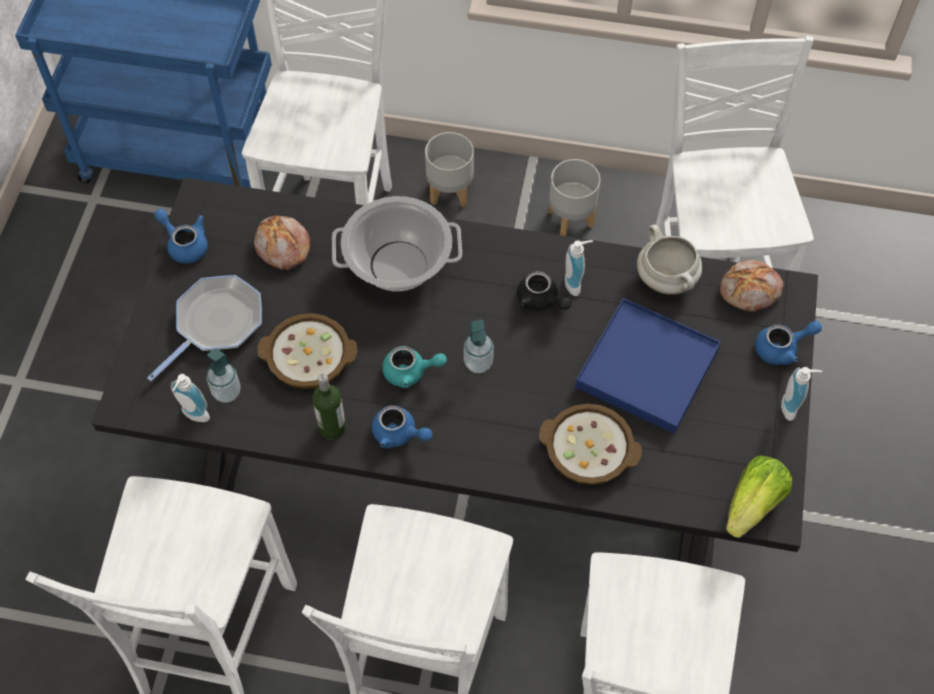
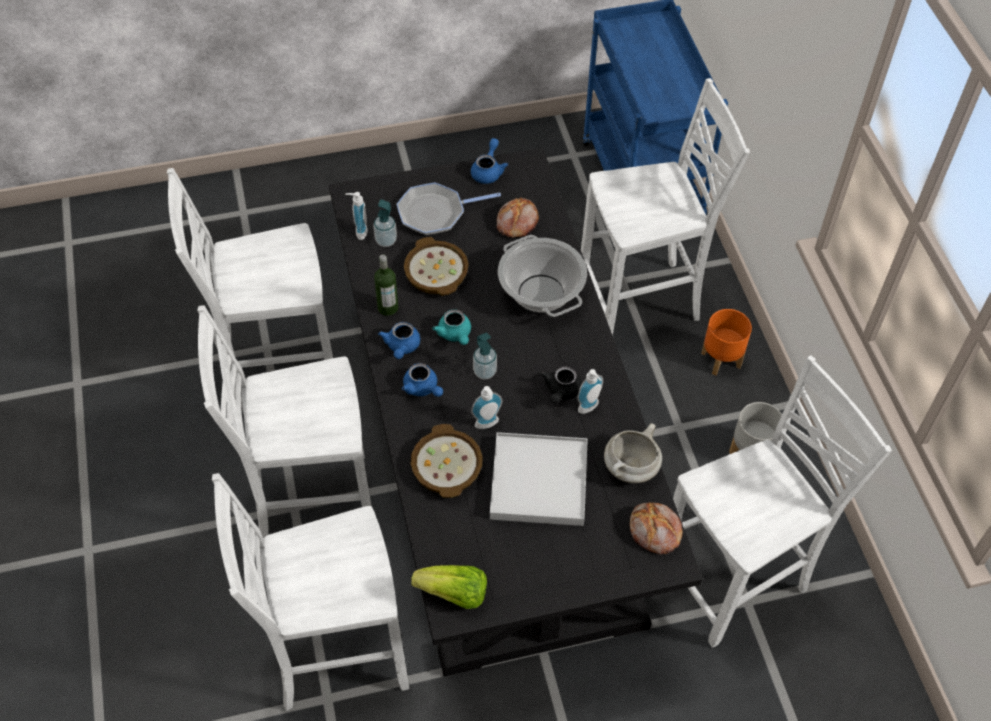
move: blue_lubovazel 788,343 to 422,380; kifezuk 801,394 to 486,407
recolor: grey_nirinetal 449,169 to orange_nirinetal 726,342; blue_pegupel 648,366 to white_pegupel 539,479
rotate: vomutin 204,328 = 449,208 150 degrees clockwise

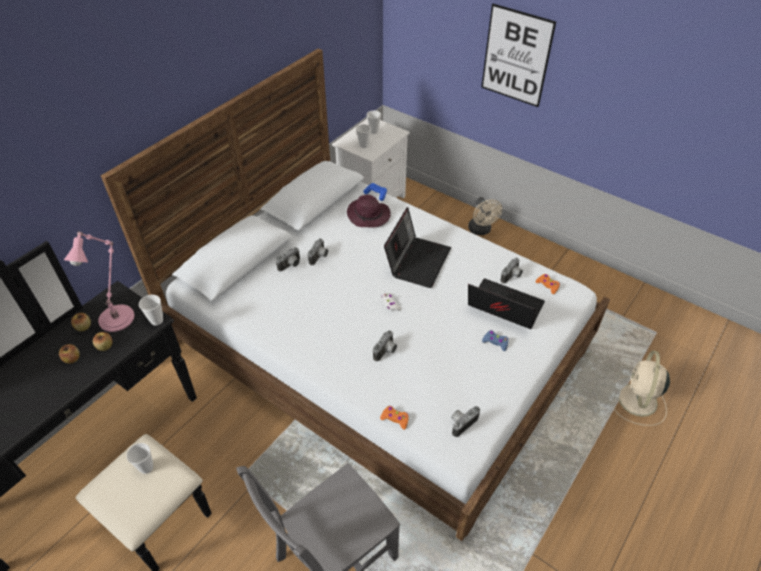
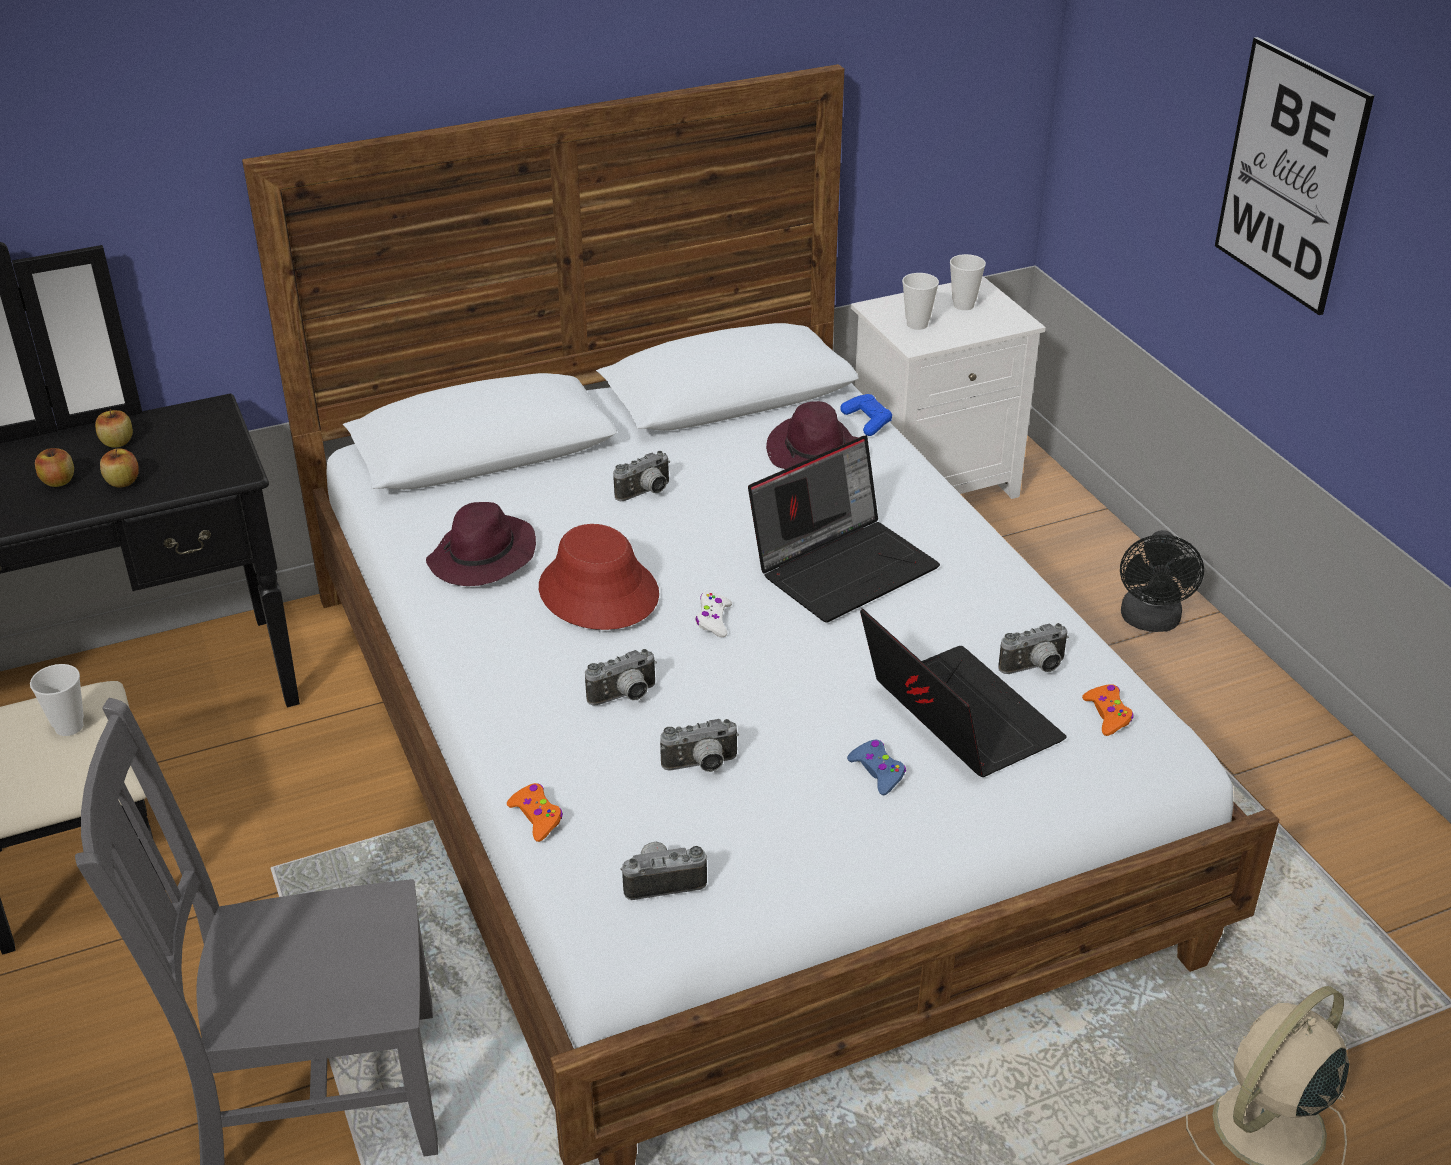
delete: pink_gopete 99,281; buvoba 151,310
insert: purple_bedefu 481,544; red_bedefu 599,577
move: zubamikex 288,259 to 699,745
recolor: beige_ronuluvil 485,216 to black_ronuluvil 1162,581

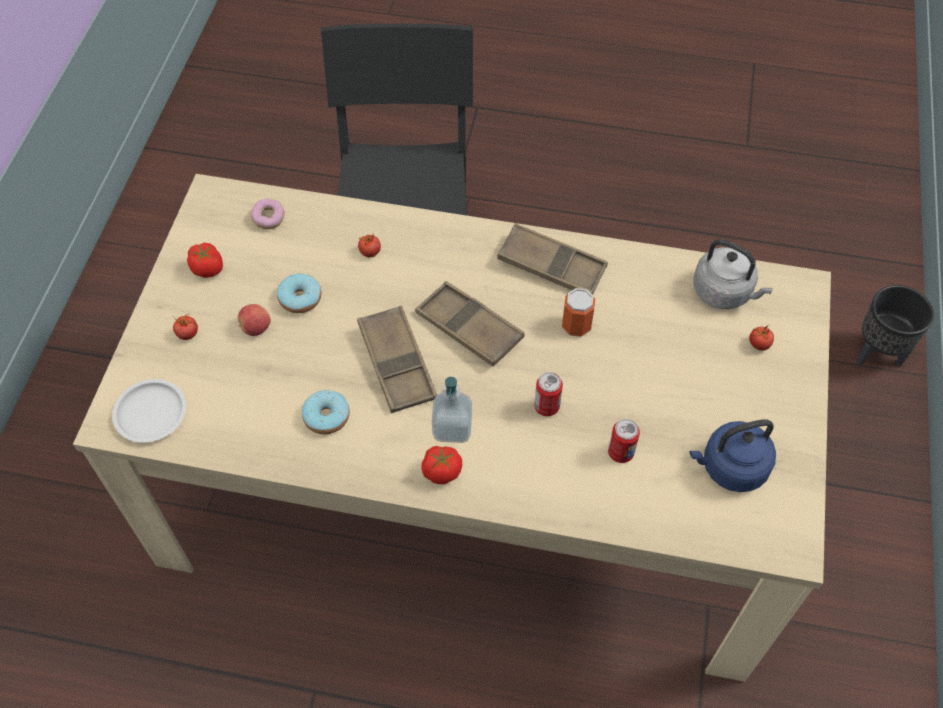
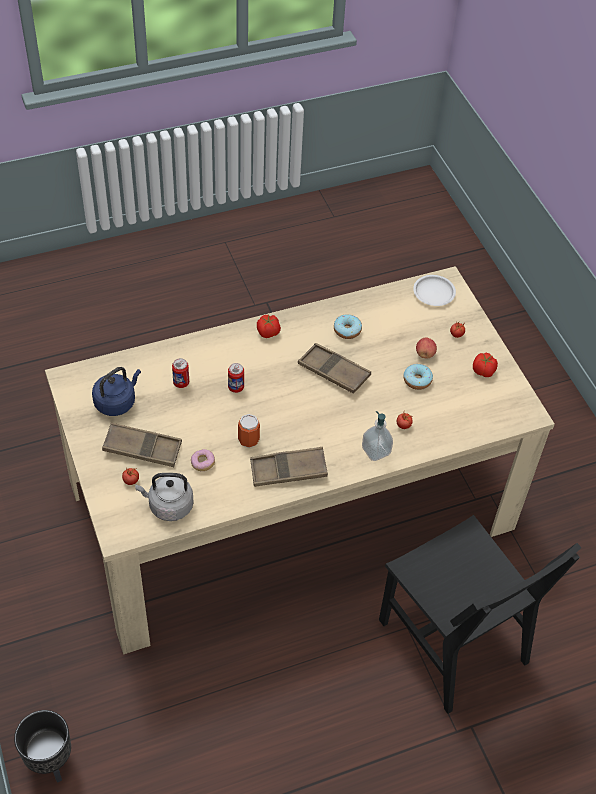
move: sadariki 268,213 to 203,460; brown_pegupel 469,324 to 142,445; kifezuk 452,410 to 377,436

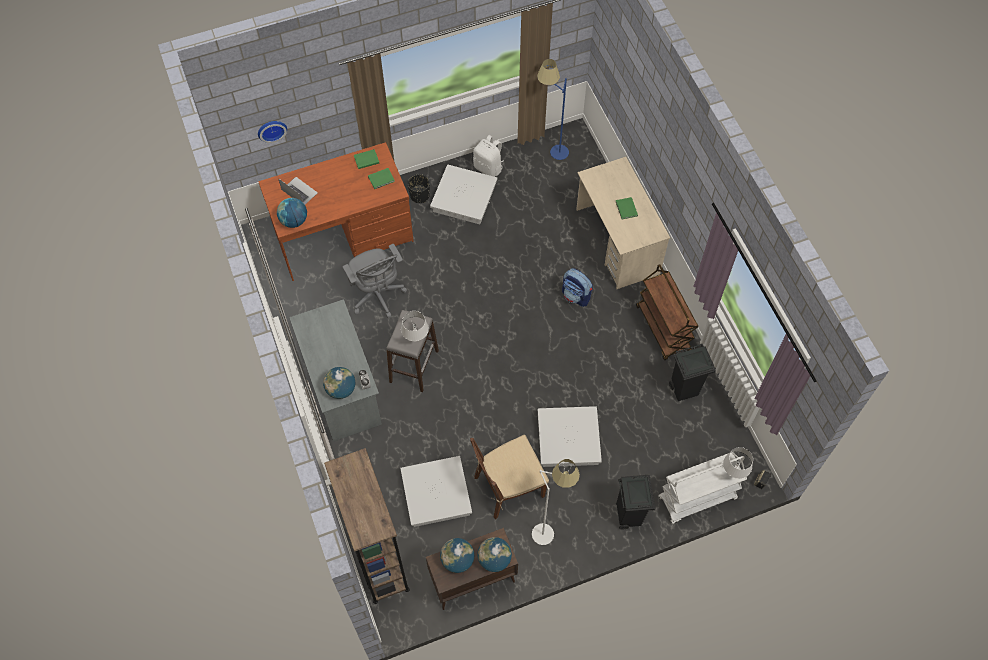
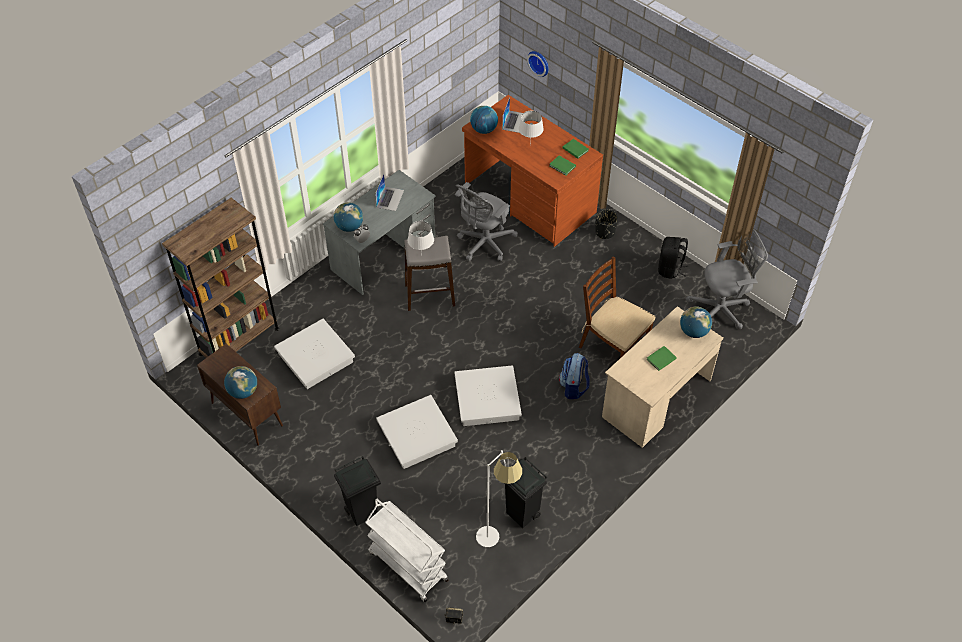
delete: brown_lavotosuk 667,312
insert: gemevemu 389,192
move: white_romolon 463,194 to 488,395; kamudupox 457,555 to 696,322; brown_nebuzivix 509,477 to 617,307; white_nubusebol 556,502 to 499,498; white_gopete 738,463 to 531,128
replace: blue_nubusebol 553,109 to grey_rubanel 727,279
recolor: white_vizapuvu 488,156 to black_vizapuvu 673,258

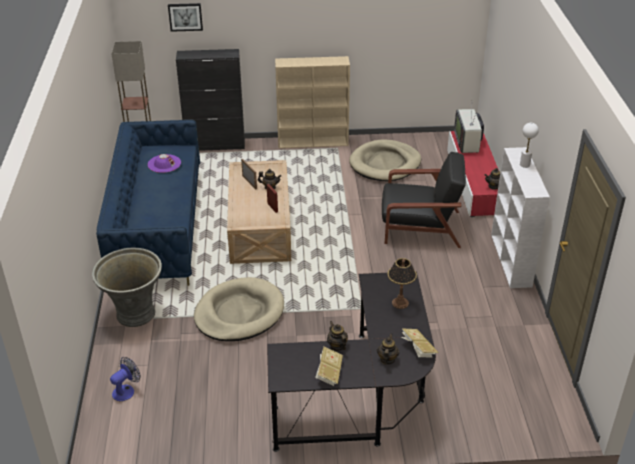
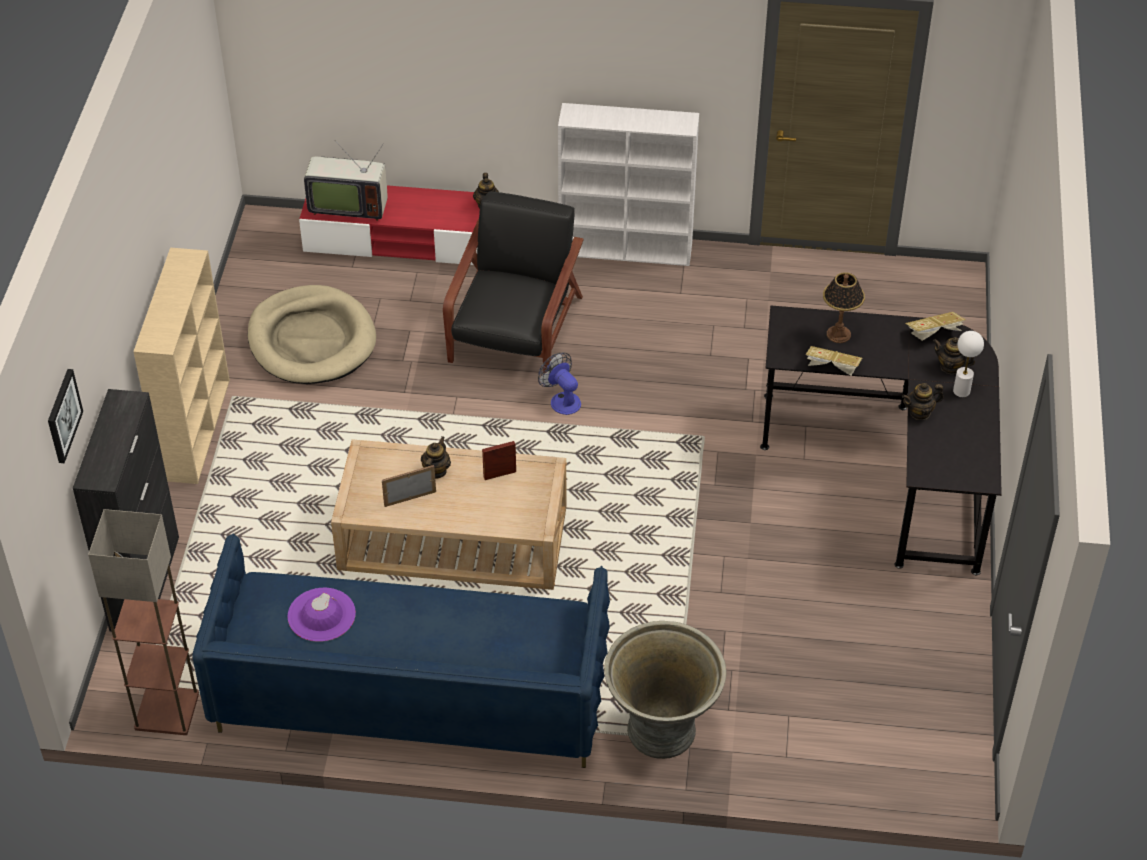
delete: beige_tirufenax 239,309
move: ronuluvil 125,379 to 559,384; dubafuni 329,366 to 833,361; white_gopete 529,145 to 968,364

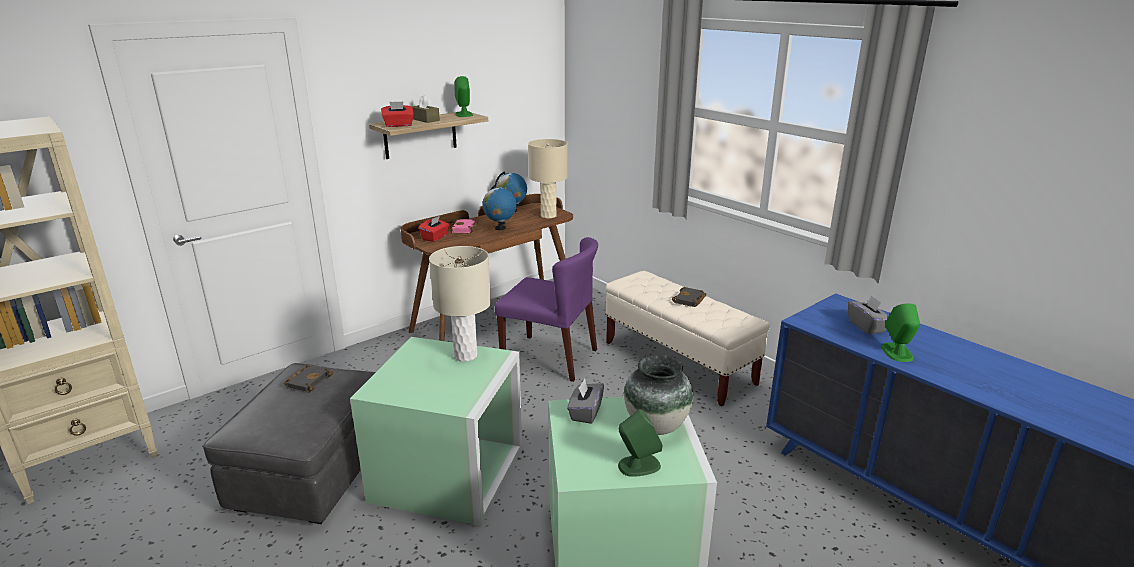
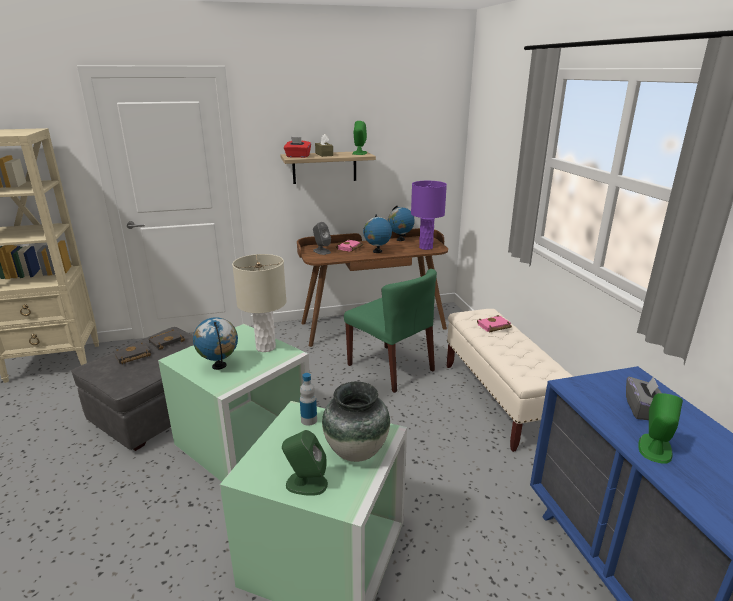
insert: kamudupox 215,343; pink_dubafuni 494,323
move: black_dubafuni 689,297 to 132,353
replace: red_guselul 434,229 to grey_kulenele 322,238; grey_guselul 585,401 to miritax 308,399
recolor: purple_nebuzivix 546,309 to green_nebuzivix 390,331; beige_gopete 548,178 to purple_gopete 429,215

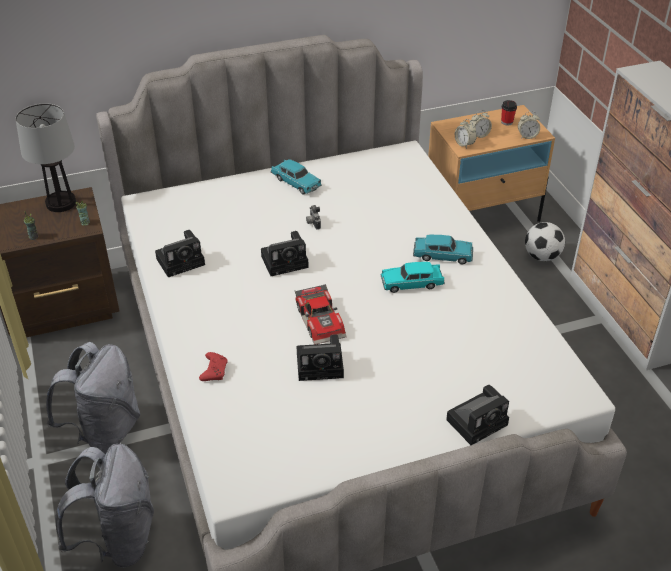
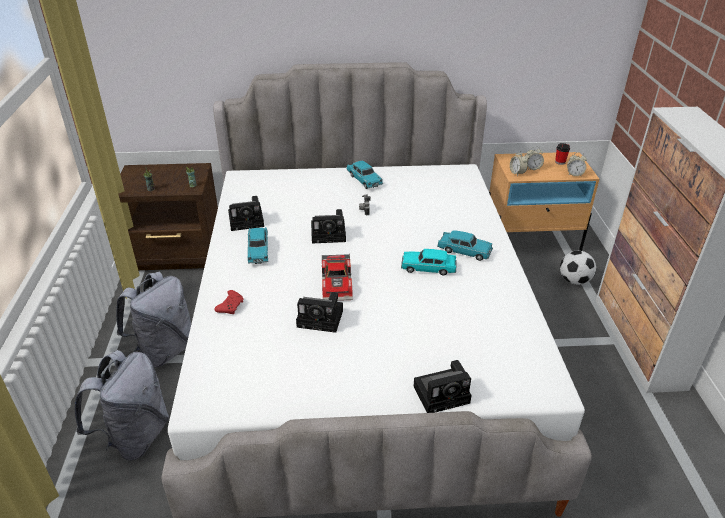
delete: gopete 46,157
insert: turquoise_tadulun 258,245

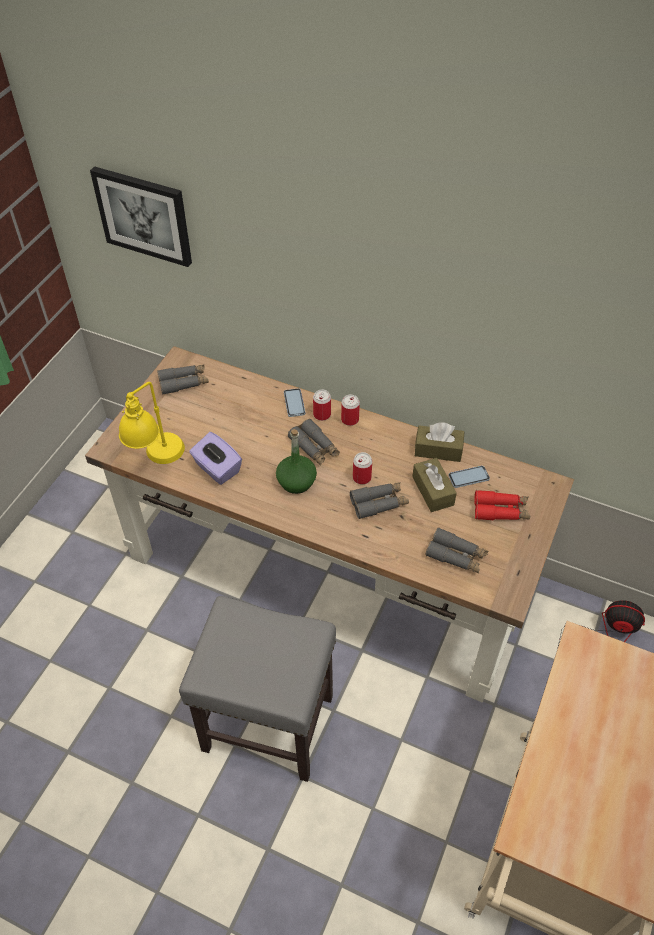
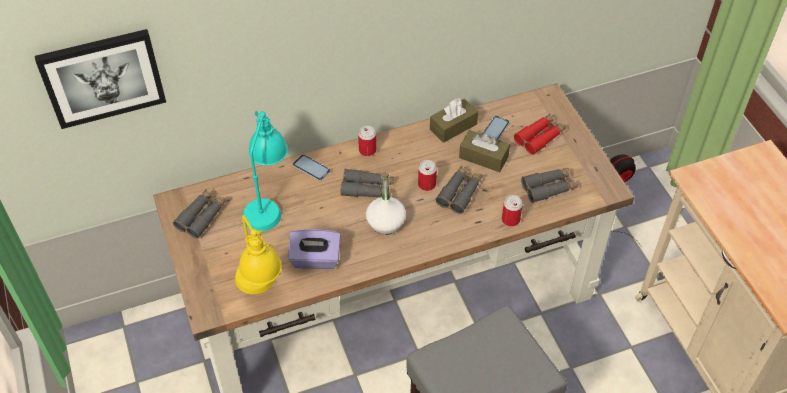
insert: turquoise_gopete 265,171
move: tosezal 322,405 to 512,211
recolor: green_miritax 296,461 to white_miritax 386,203

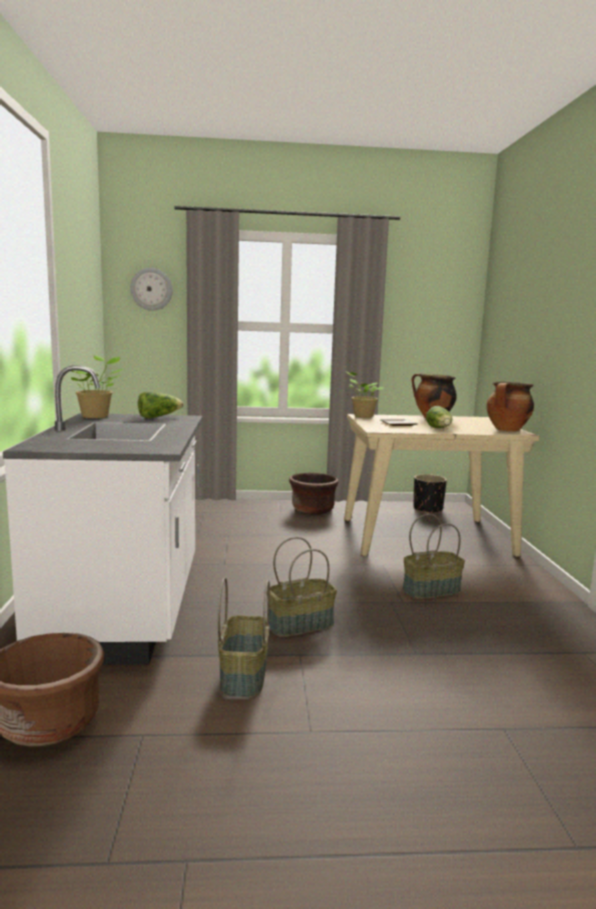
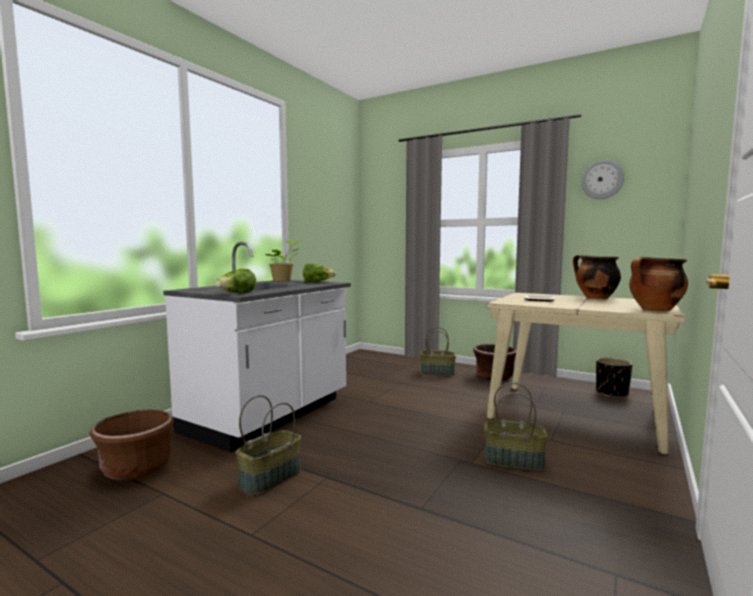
delete: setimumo 364,394
move: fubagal 151,289 to 602,179; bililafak 302,587 to 438,351; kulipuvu 439,417 to 235,281

